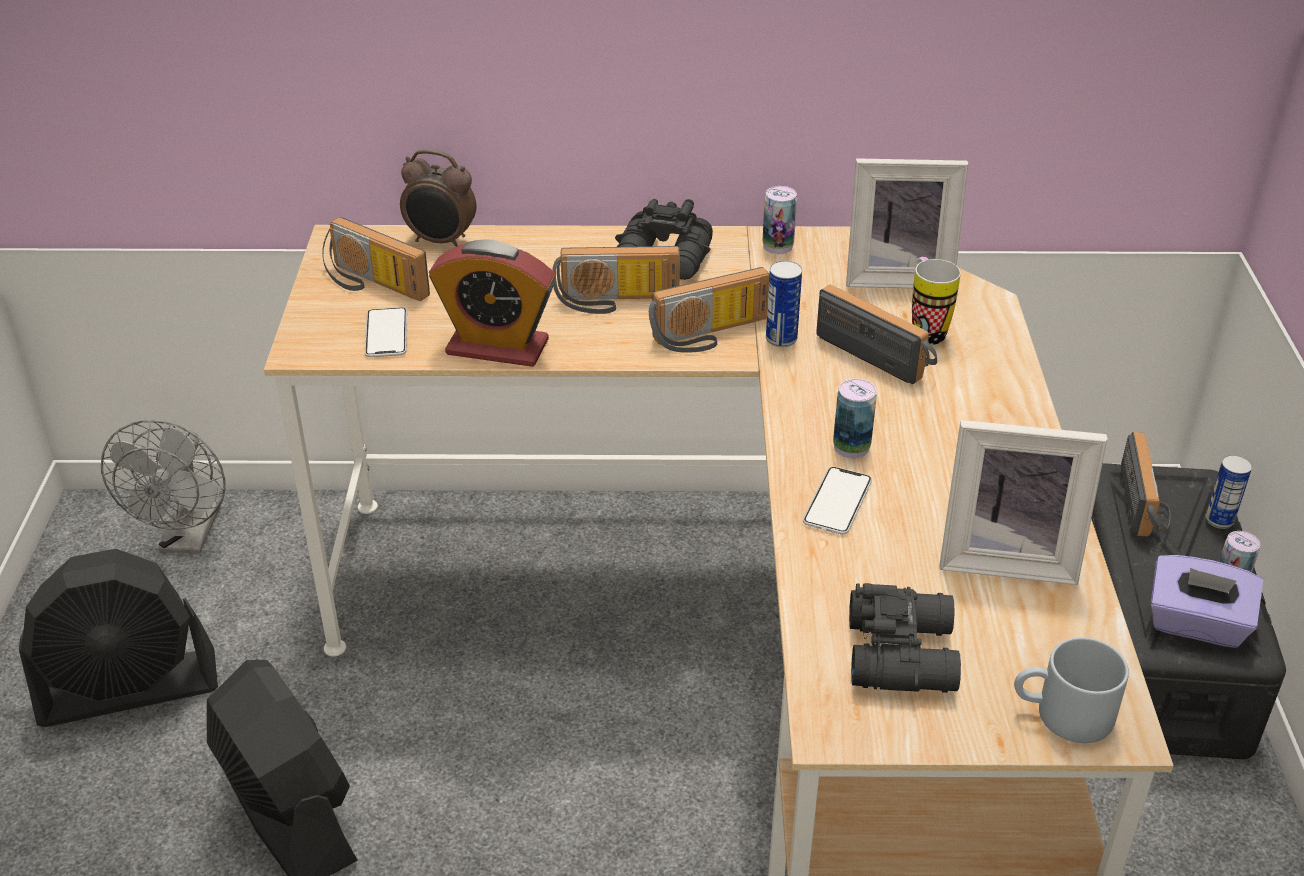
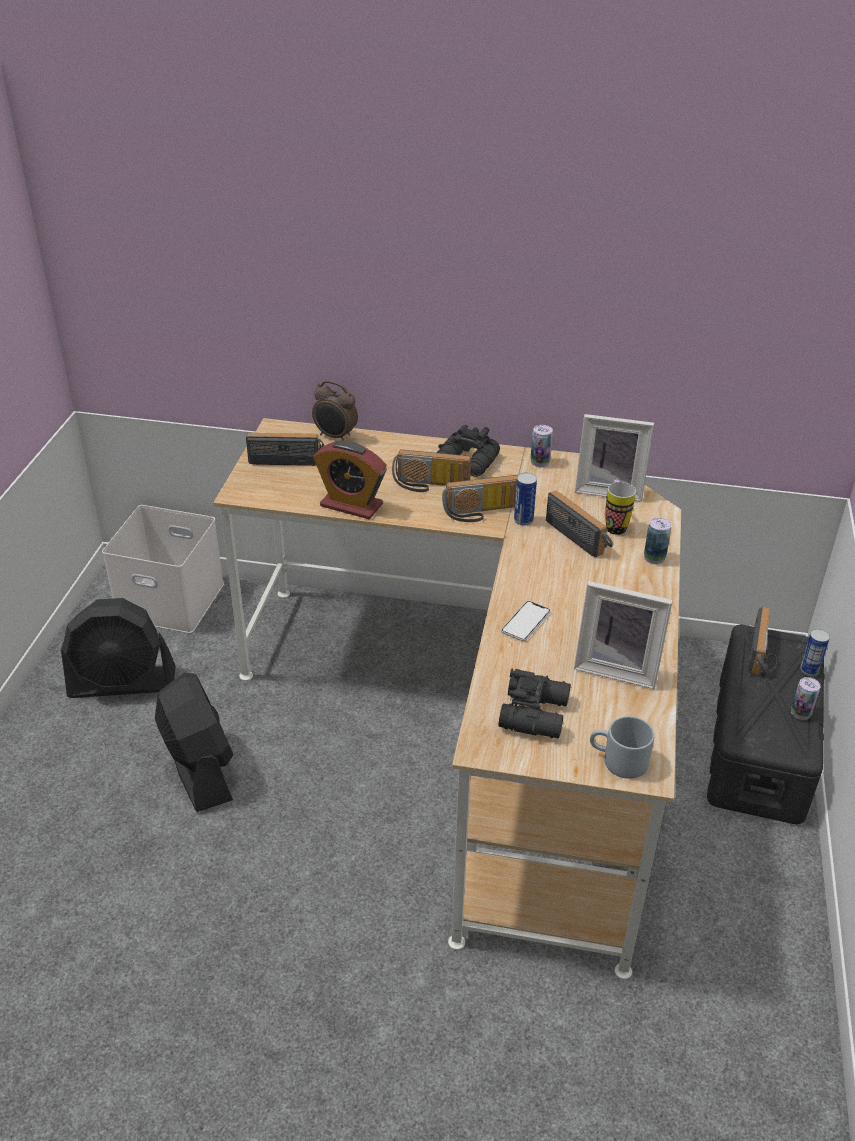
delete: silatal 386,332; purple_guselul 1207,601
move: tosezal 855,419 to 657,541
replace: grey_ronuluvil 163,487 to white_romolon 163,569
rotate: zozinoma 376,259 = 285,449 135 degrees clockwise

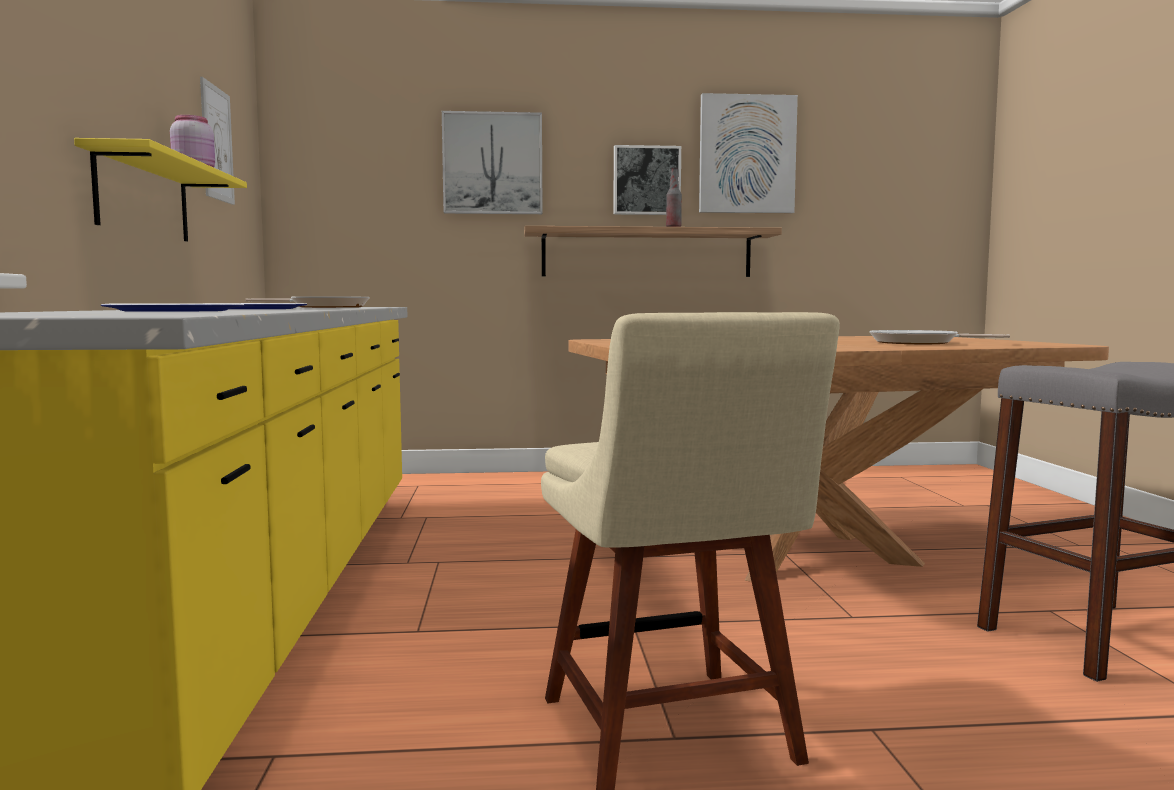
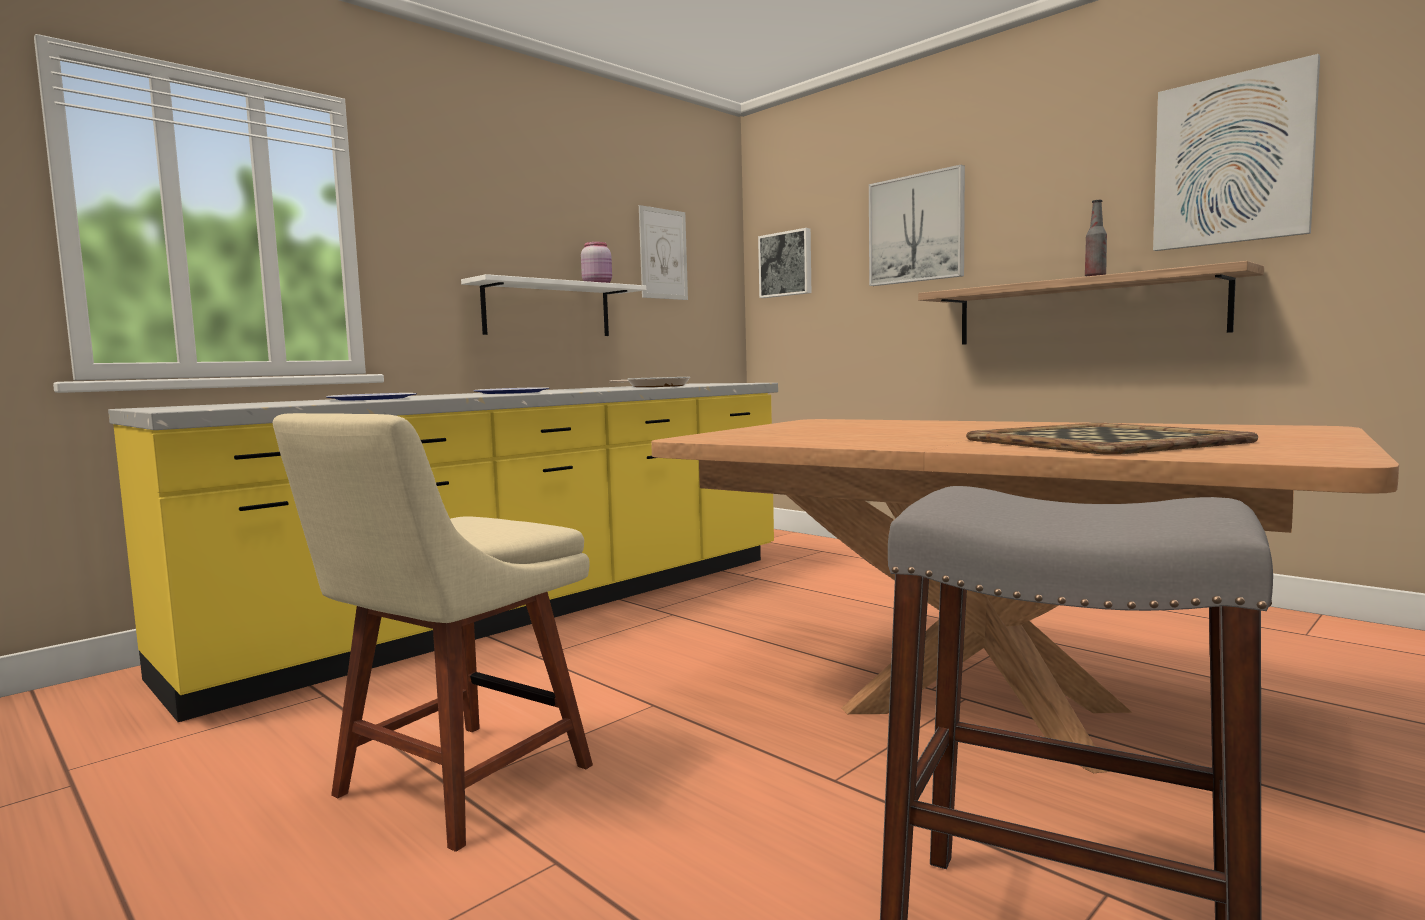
move: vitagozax 647,180 to 784,263
replace: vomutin 939,337 to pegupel 1112,439
recolor: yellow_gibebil 160,189 to white_gibebil 553,305

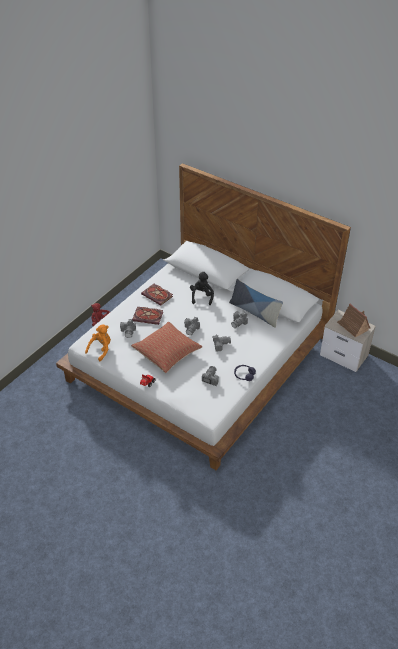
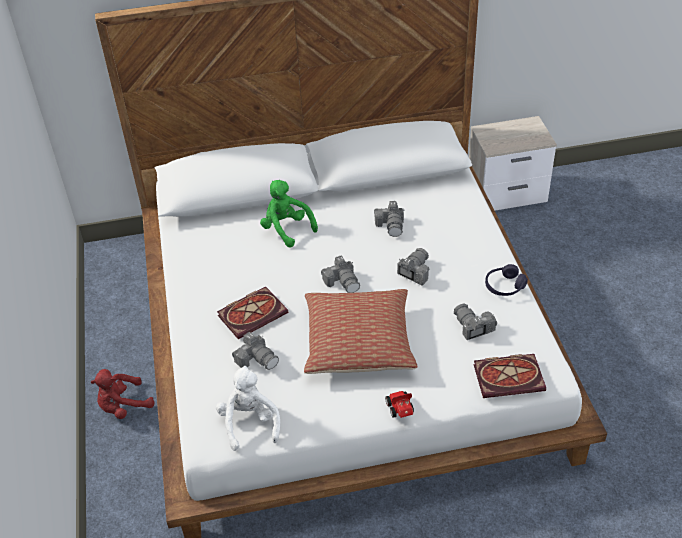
delete: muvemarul 256,303; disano 353,320
move: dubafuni 157,295 to 510,376
recolor: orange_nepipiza 98,343 to white_nepipiza 248,408; black_nepipiza 202,288 to green_nepipiza 289,214

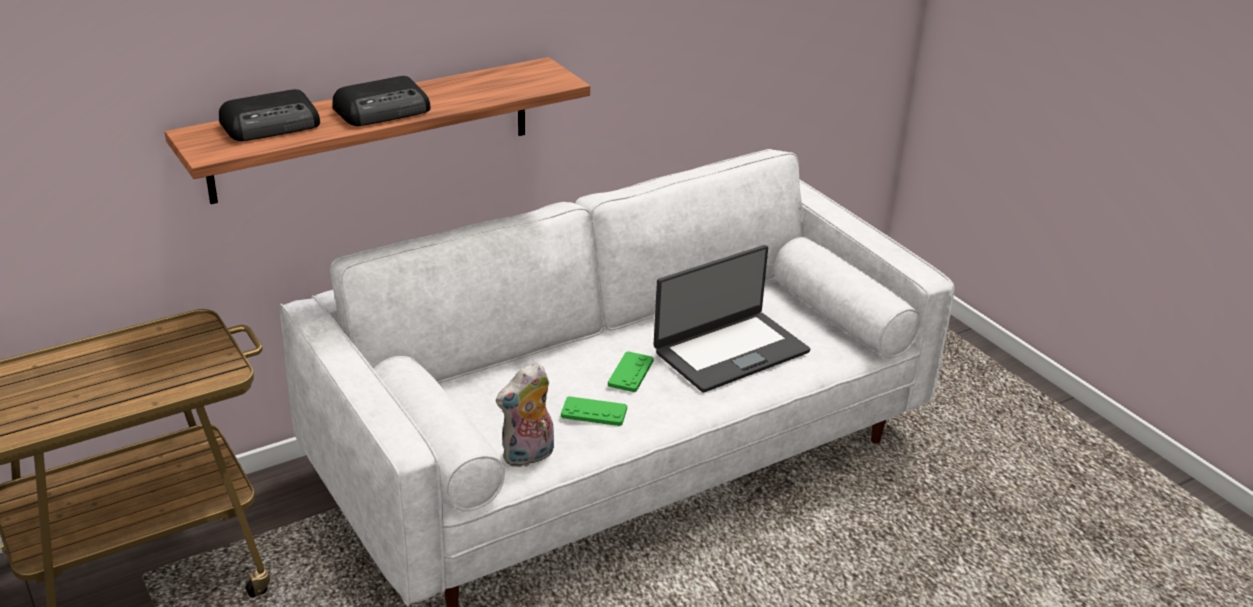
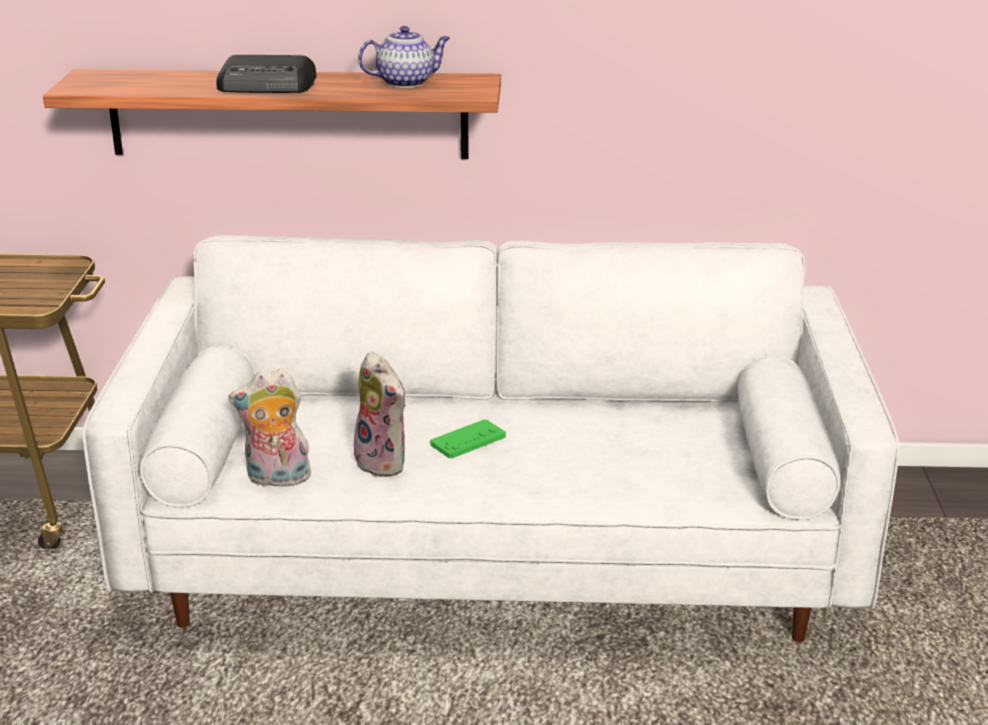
delete: zozinoma 269,115; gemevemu 732,318
insert: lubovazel 404,57
replace: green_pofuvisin 594,411 to nepipiza 379,414

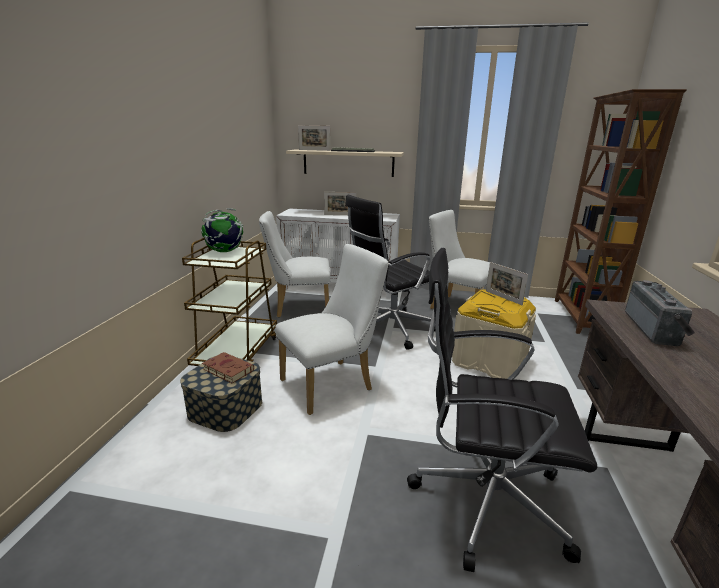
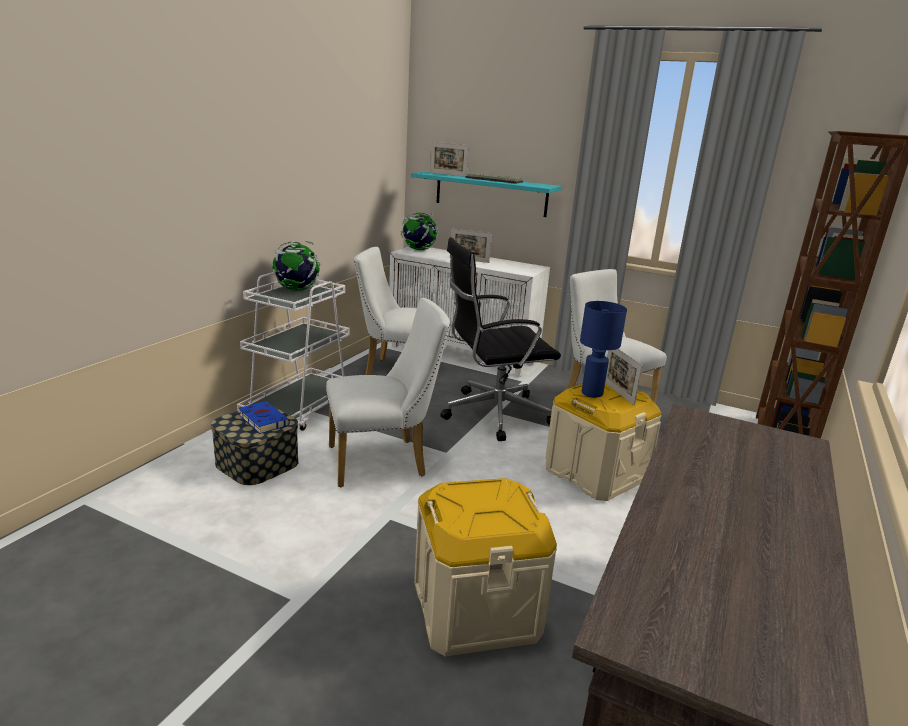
delete: zozinoma 660,313
insert: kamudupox 419,231; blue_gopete 603,349
replace: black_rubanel 502,410 to beige_romolon 485,567
recolor: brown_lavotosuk 229,302 to white_lavotosuk 293,351; brown_dubafuni 228,367 to blue_dubafuni 264,417; beige_gibebil 345,163 to turquoise_gibebil 486,194

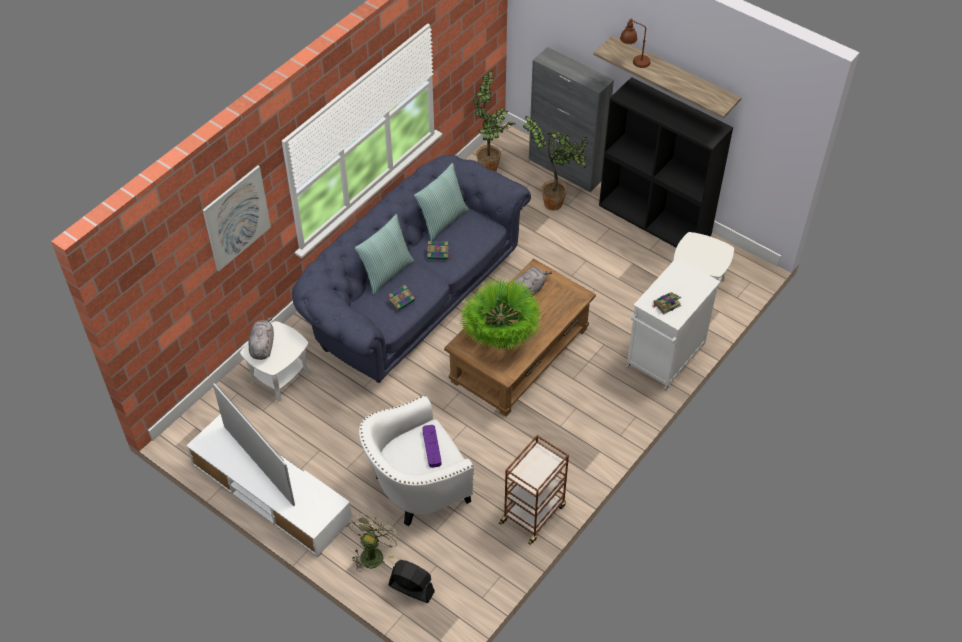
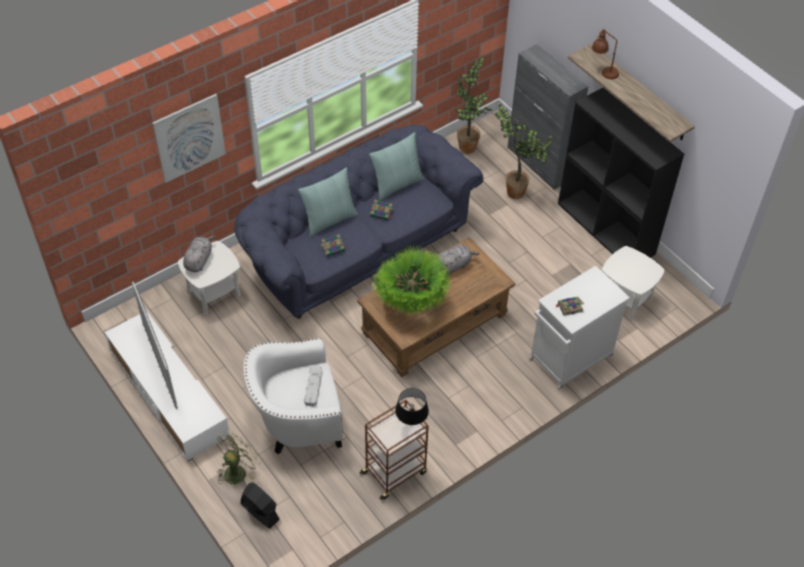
insert: black_gopete 412,407
recolor: purple_pegupel 431,446 to grey_pegupel 313,386

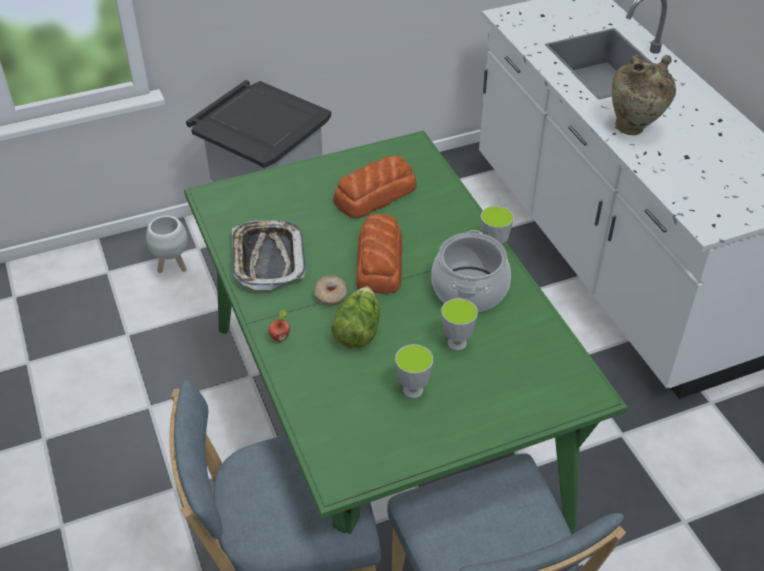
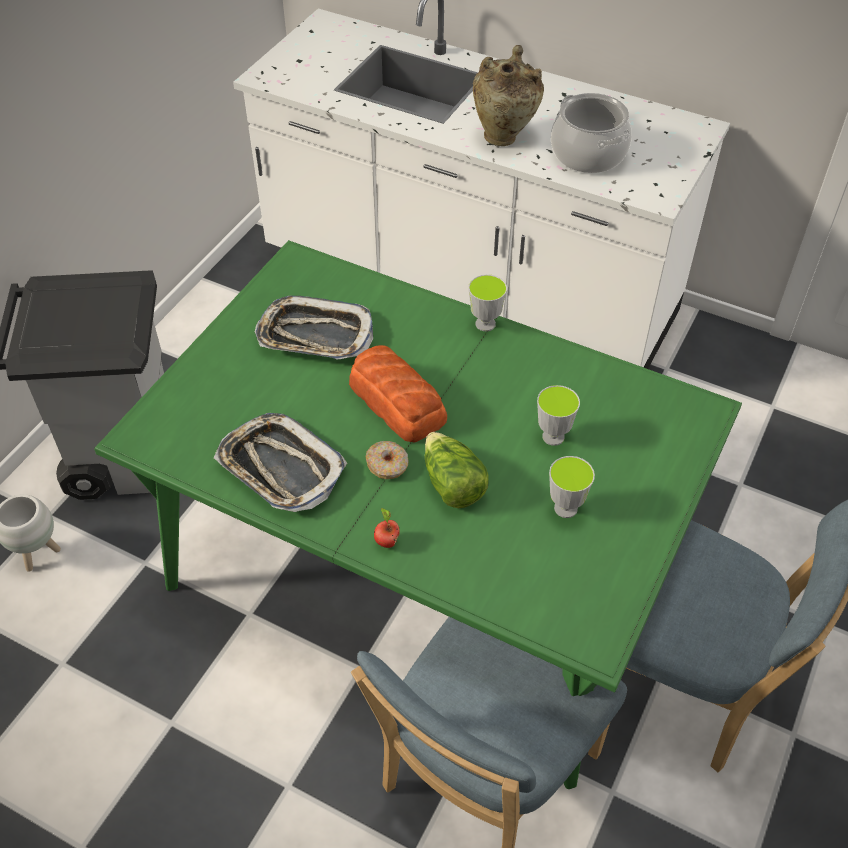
move: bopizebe 471,271 to 591,133
replace: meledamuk 375,186 to pegupel 314,327

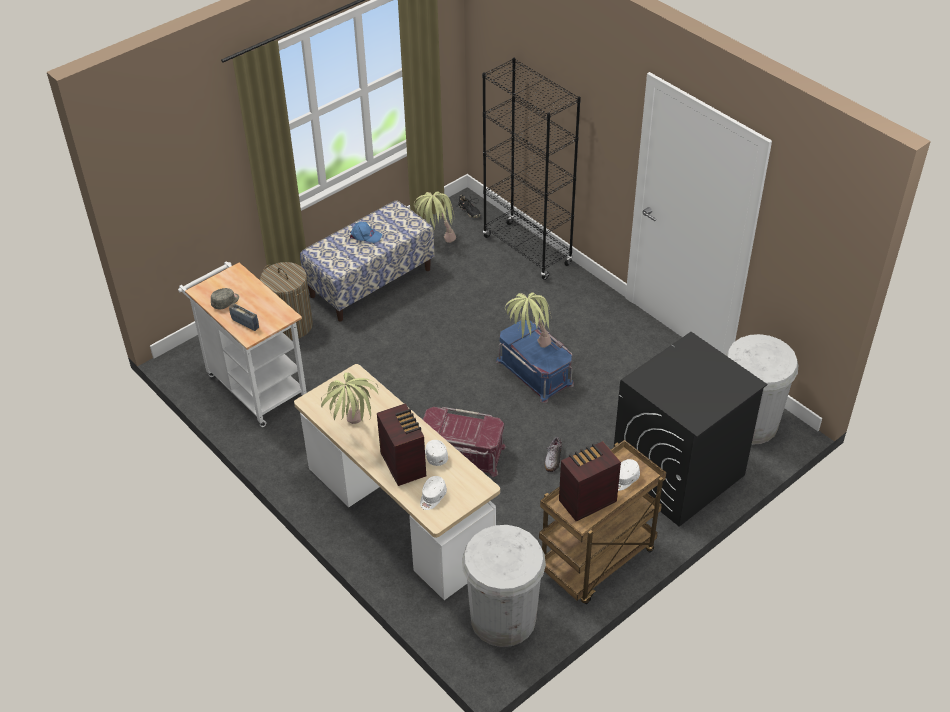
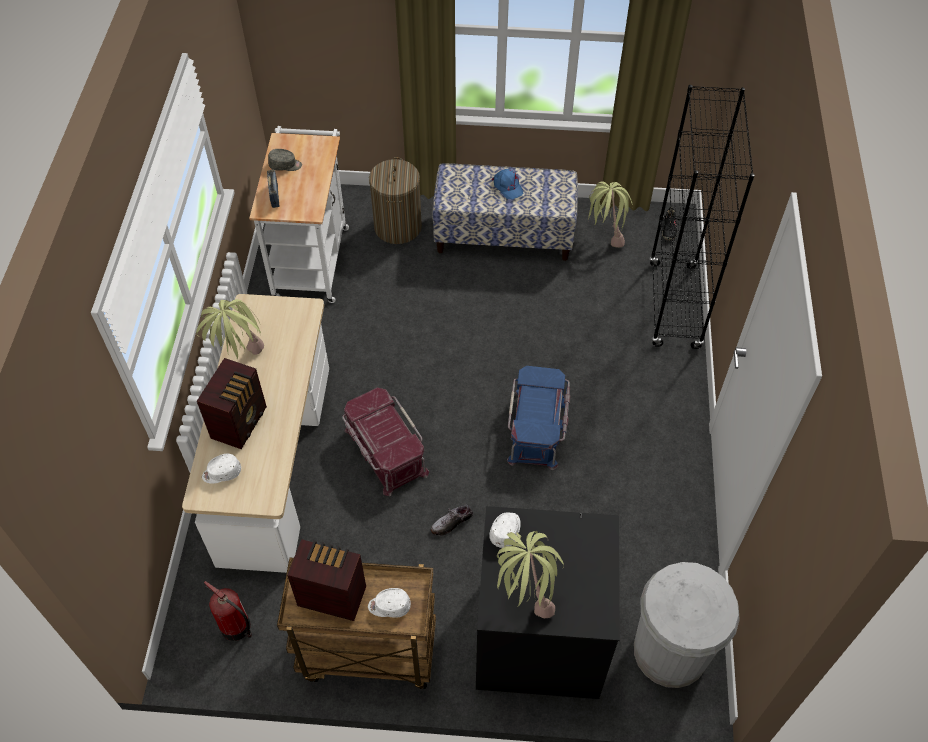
move: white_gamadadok 436,453 to 505,530; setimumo 528,320 to 530,574
replace: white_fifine 504,586 to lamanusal 228,611

